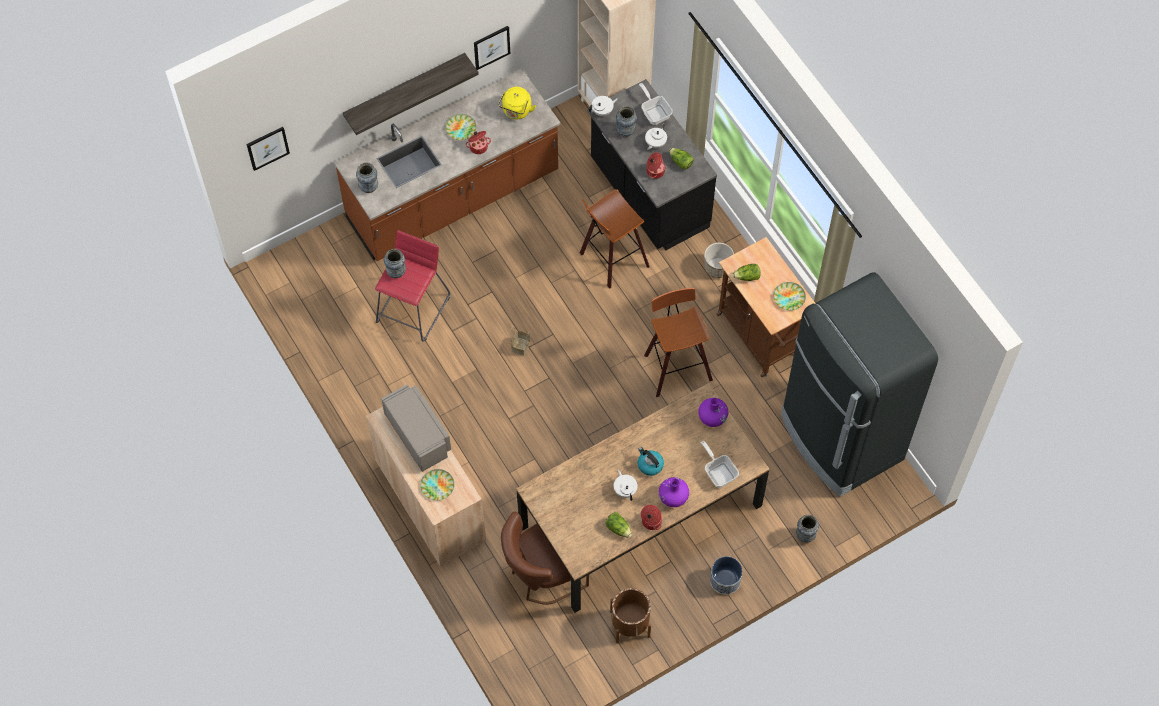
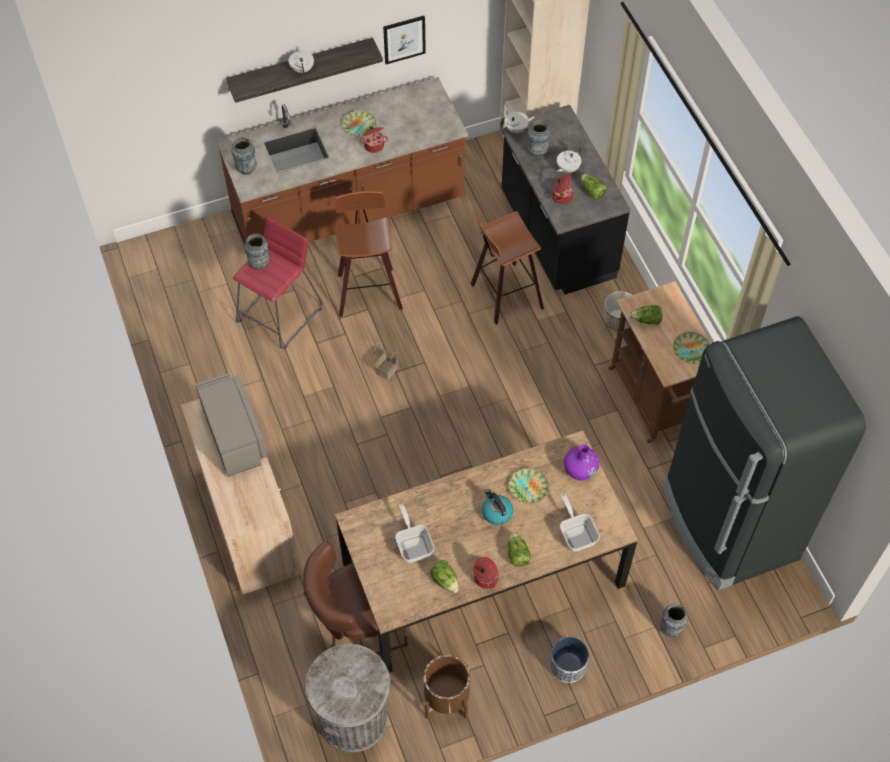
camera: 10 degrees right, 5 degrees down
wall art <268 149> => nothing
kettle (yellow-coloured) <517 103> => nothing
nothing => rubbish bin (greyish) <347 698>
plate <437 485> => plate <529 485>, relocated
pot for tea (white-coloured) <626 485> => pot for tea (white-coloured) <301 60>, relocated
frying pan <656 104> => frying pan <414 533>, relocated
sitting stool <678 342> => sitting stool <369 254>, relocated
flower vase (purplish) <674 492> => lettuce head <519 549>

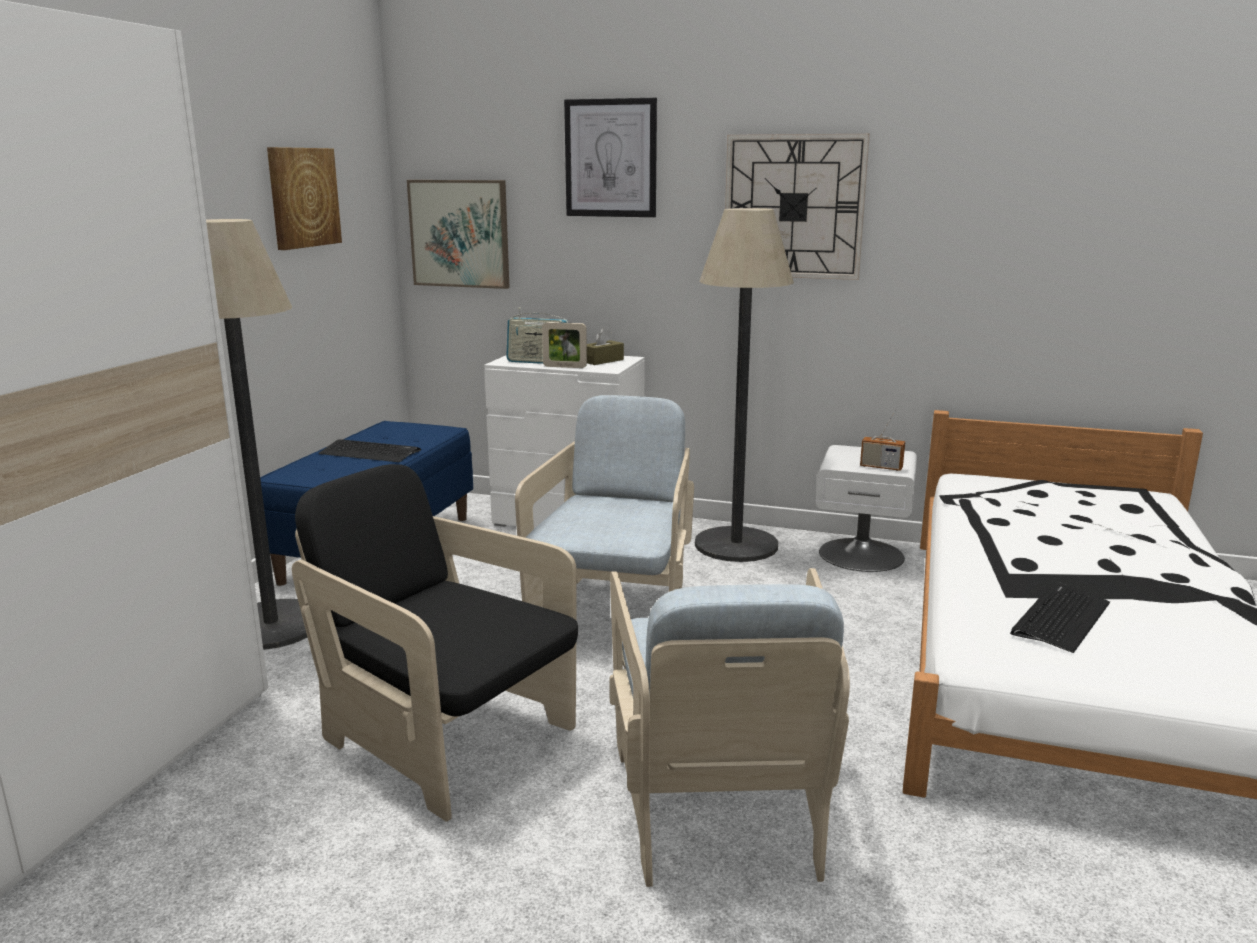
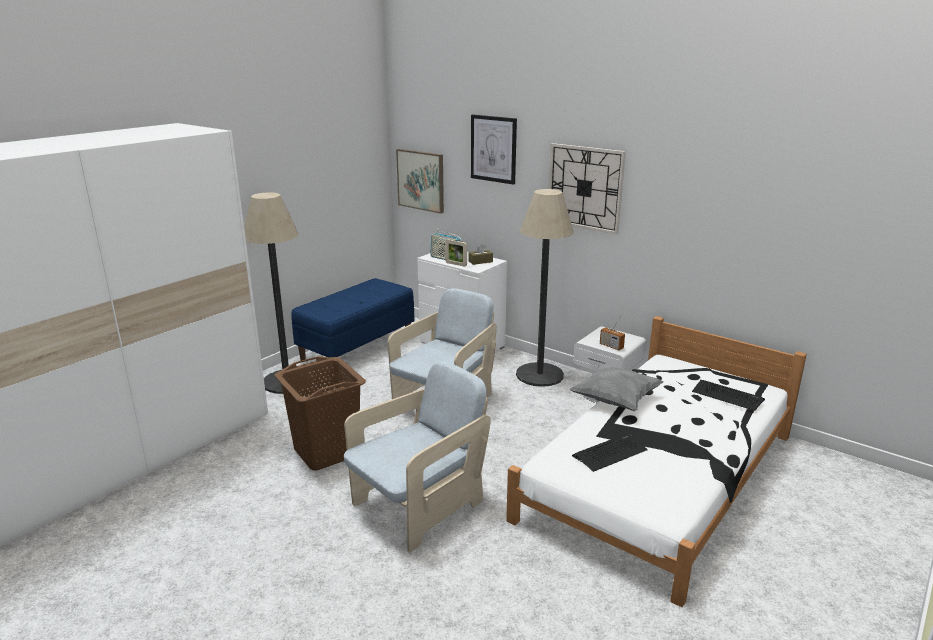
camera: 20 degrees right, 5 degrees up
wall art <304 198> => nothing
nothing => cushion (greyish) <616 387>
PC keyboard <370 450> => PC keyboard <728 395>, relocated
lounge chair (black-coloured) <435 643> => hamper (brownish) <320 413>
lounge chair (sand-coloured) <729 727> => lounge chair (sand-coloured) <417 457>, 150 degrees counterclockwise

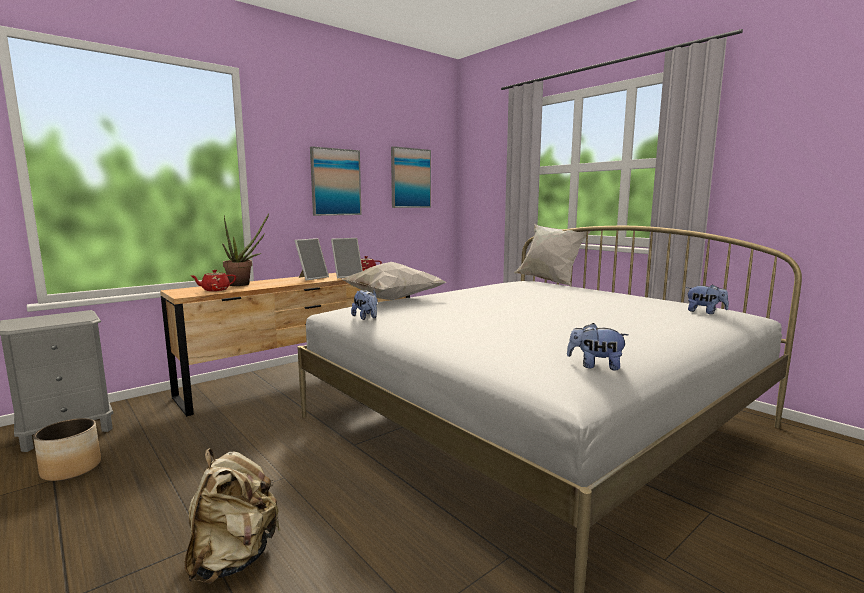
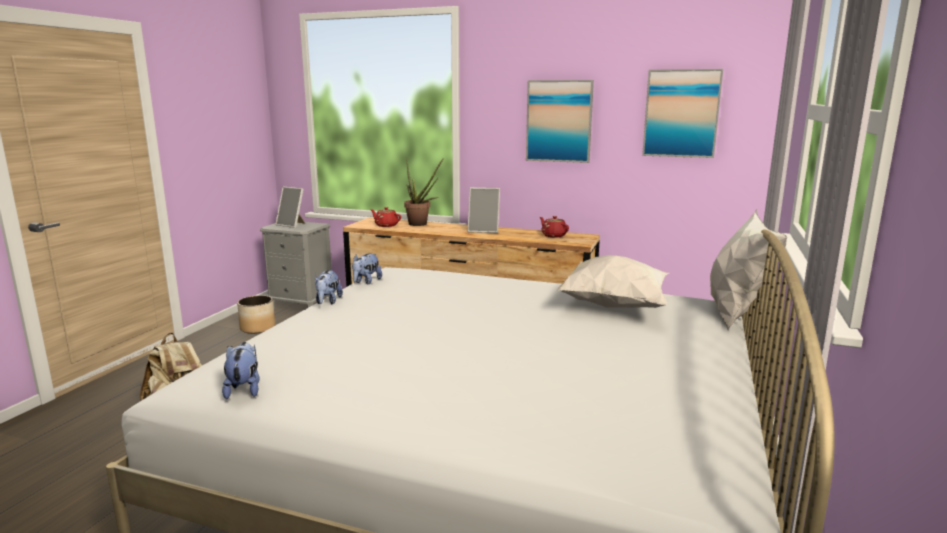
camera: 60 degrees right, 5 degrees up
picture frame <347 258> => picture frame <290 207>, relocated
cushion (white-coloured) <394 281> => cushion (white-coloured) <612 281>, relocated
plush toy <707 299> => plush toy <329 287>, relocated

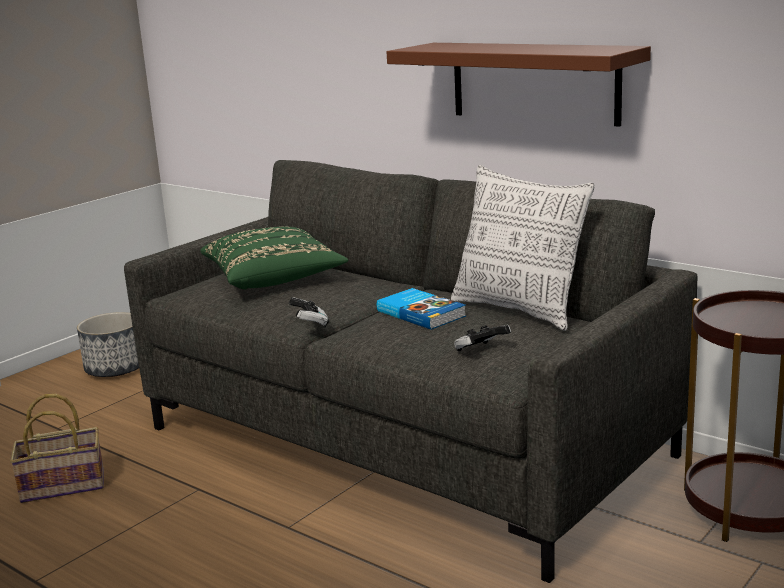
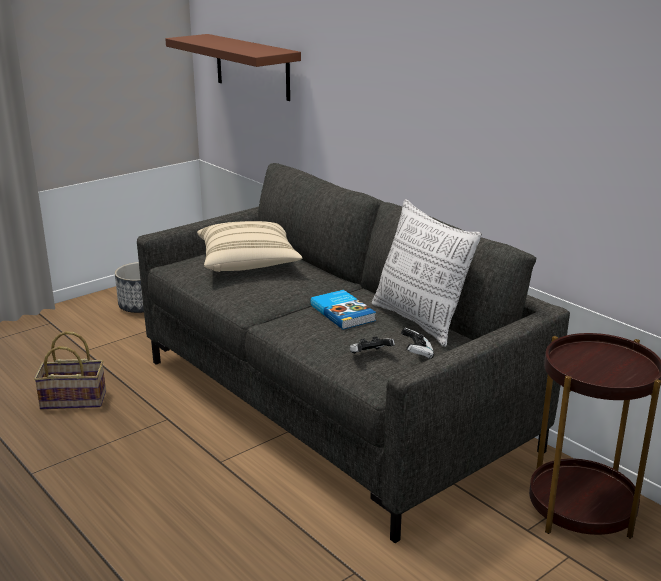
camera: 10 degrees right, 5 degrees up
game controller <309 312> => game controller <417 343>, relocated
wall shelf (brownish) <519 85> => wall shelf (brownish) <233 67>, relocated
cushion (greenish) <274 258> => cushion (sand-coloured) <249 246>

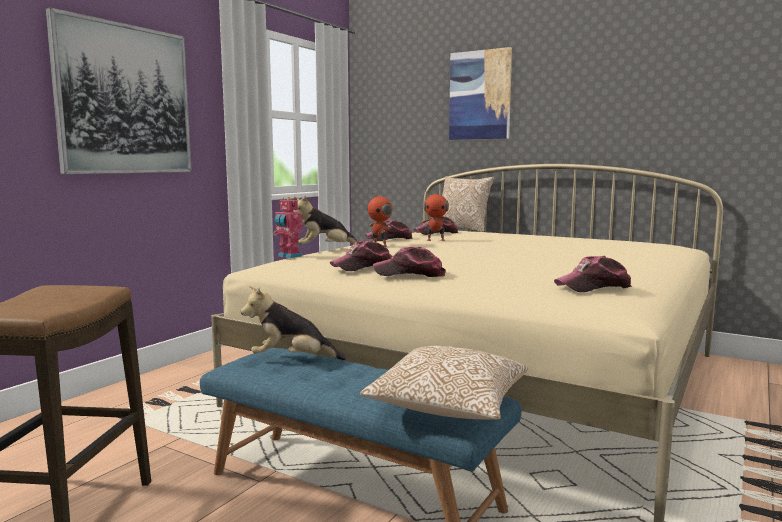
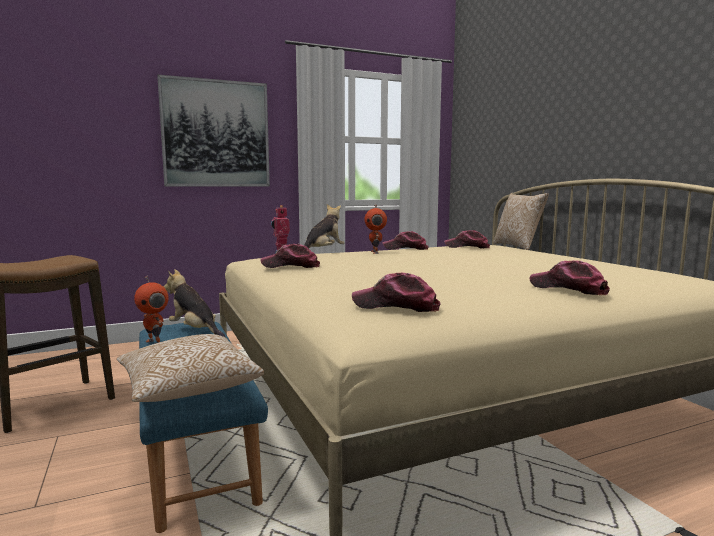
camera: 35 degrees right, 0 degrees up
wall art <480 93> => nothing
peaked cap <409 261> => peaked cap <570 278>, relocated
robot figure <436 216> => robot figure <151 309>, relocated
plush toy <325 220> => plush toy <324 226>, 105 degrees clockwise

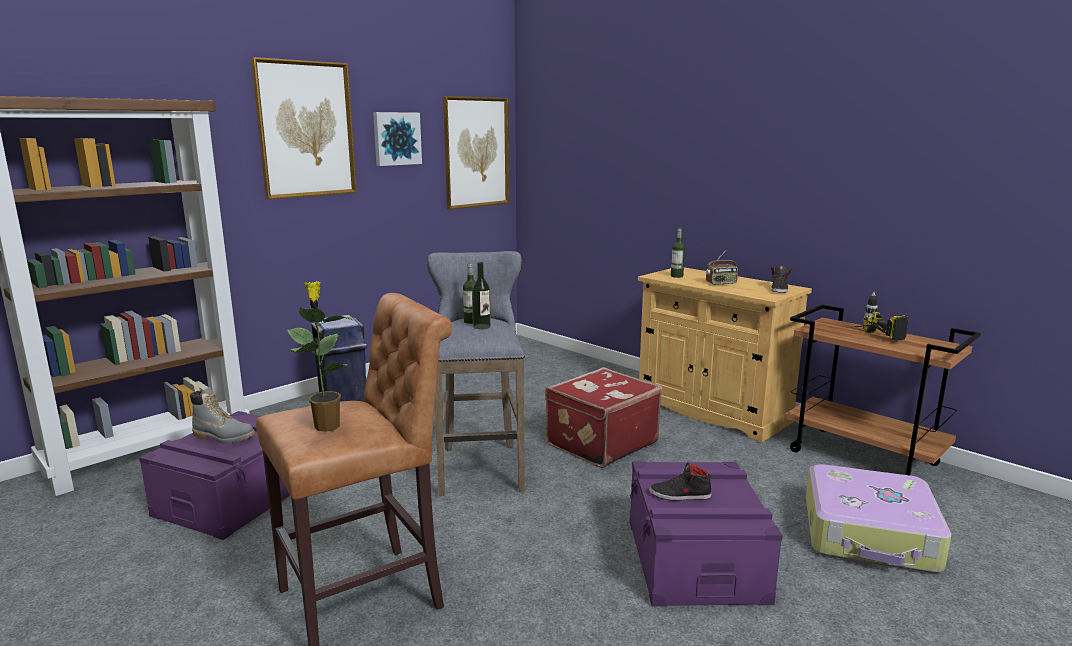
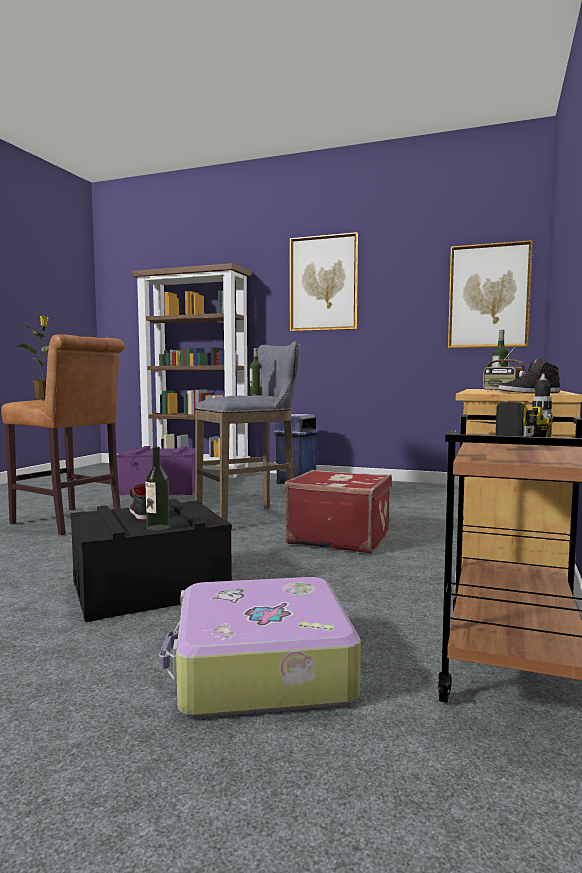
camera: 65 degrees right, 10 degrees down
tall boot (greyish) <222 415> => nothing
wall art <397 139> => nothing
bottle <481 295> => bottle <157 489>, relocated
storage bin (purplish) <706 534> => storage bin (black-coloured) <151 560>

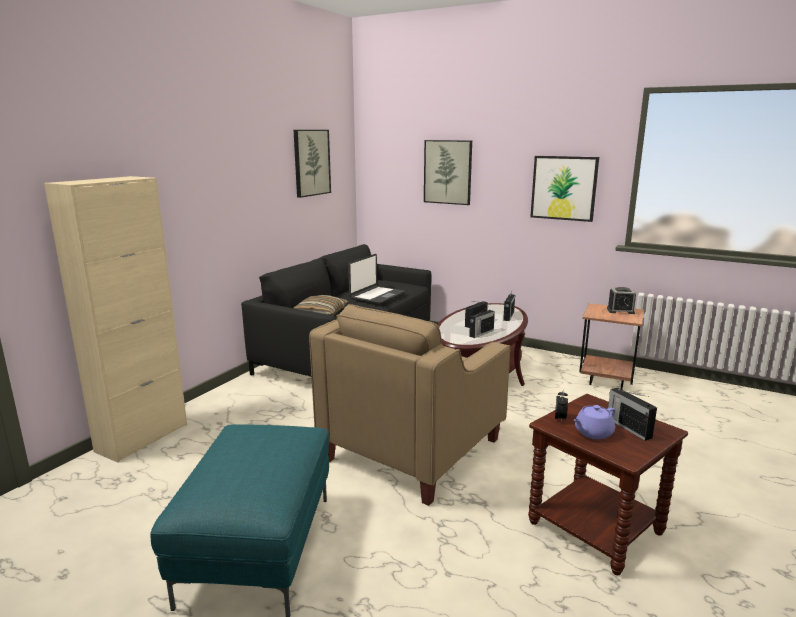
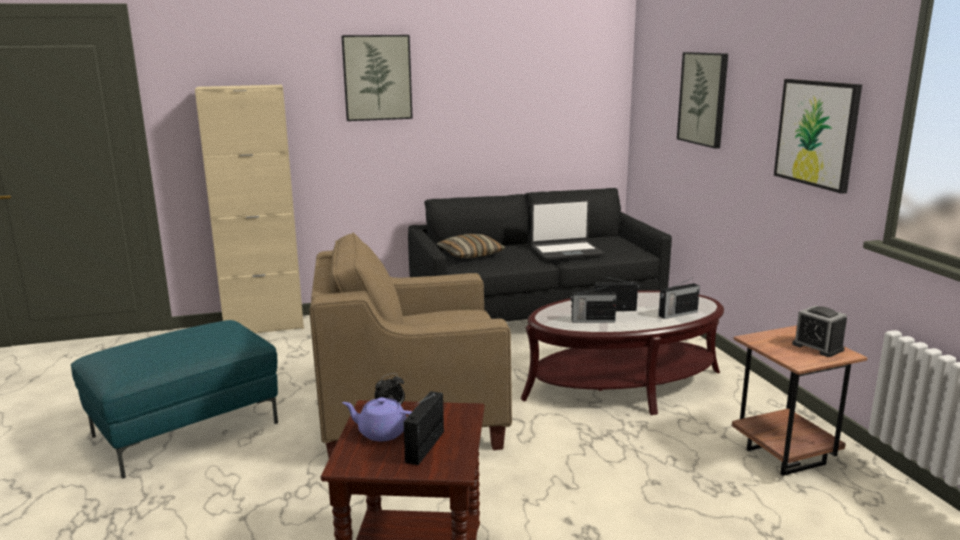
camera: 45 degrees right, 0 degrees up
wall art <312 164> => wall art <377 78>, relocated

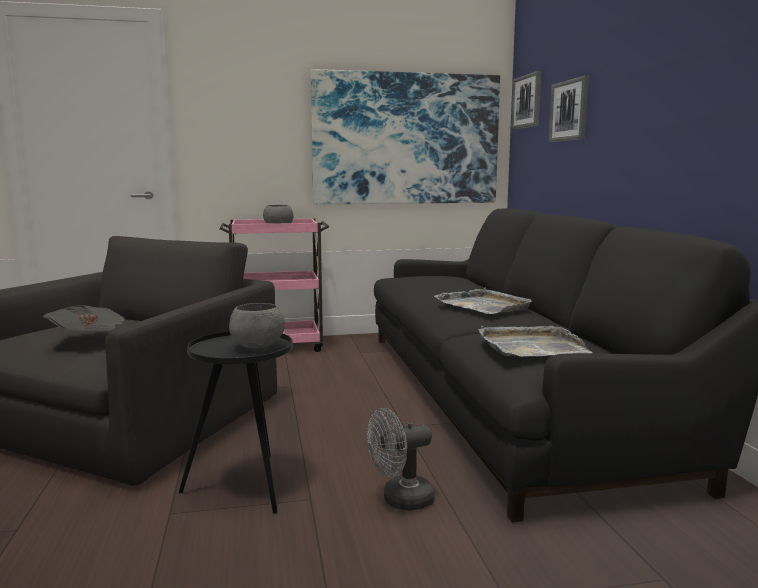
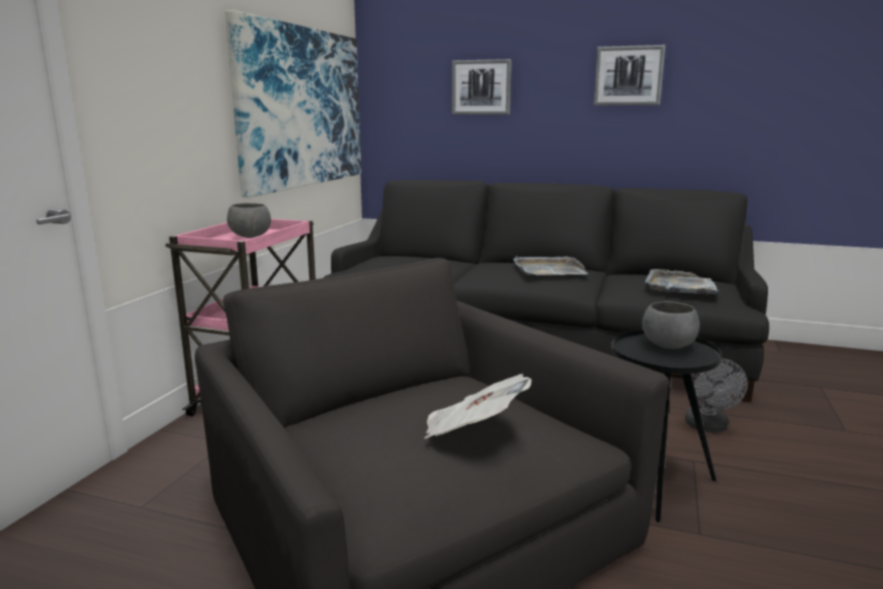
camera: 60 degrees left, 5 degrees up
wall art <526 100> => wall art <629 75>, relocated

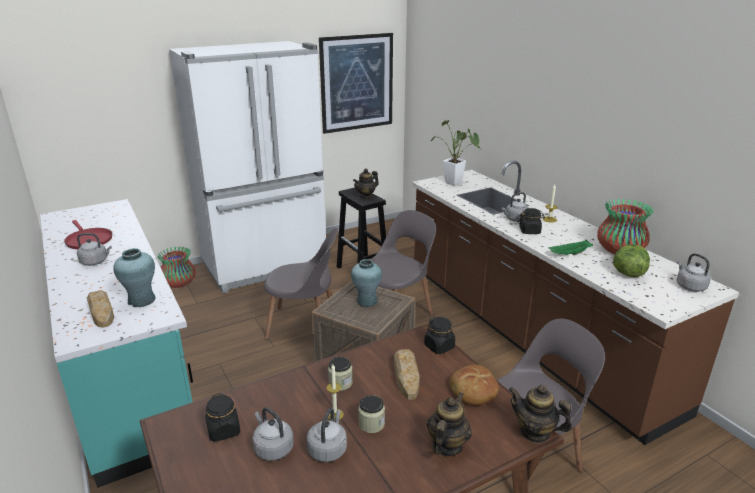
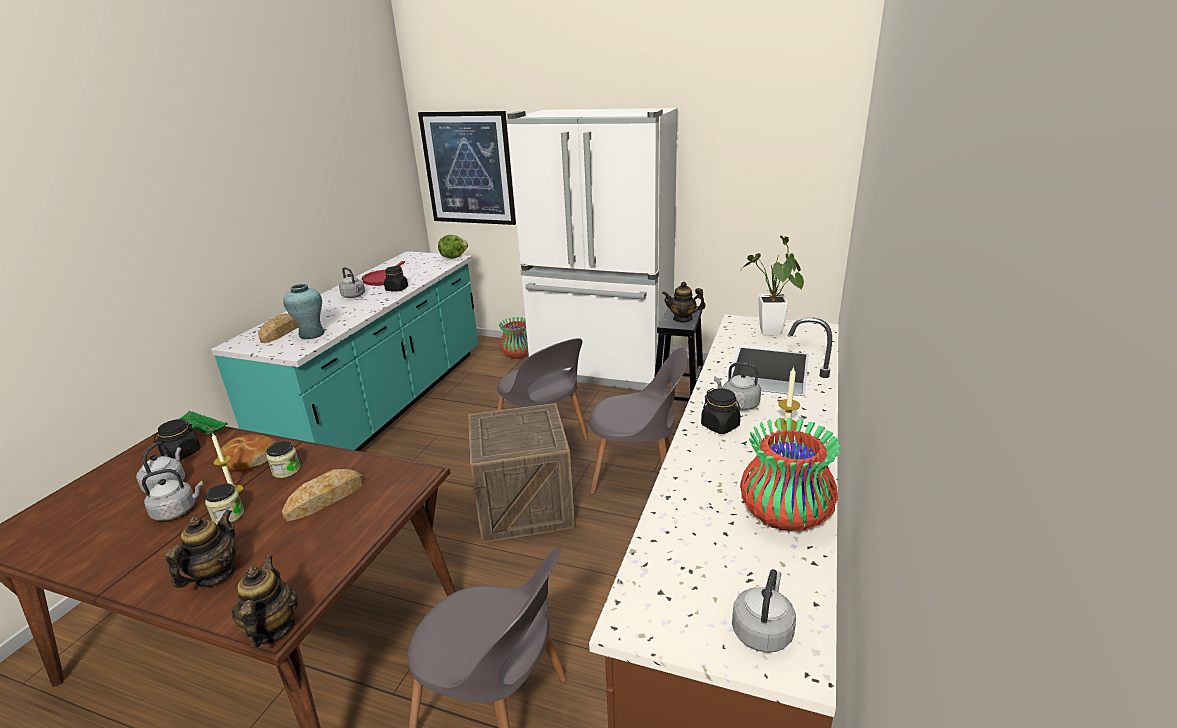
camera: 50 degrees right, 0 degrees up
flower vase (blue-green) <366 283> => nothing
wall art <356 83> => wall art <467 168>, relocated
storage jar (black-coloured) <439 335> => storage jar (black-coloured) <396 279>, relocated
bakery bread <474 385> => bakery bread <247 453>, relocated
carrying tray (greenish) <571 247> => carrying tray (greenish) <201 422>, relocated
lettuce head <631 261> => lettuce head <453 247>, relocated
pot for tea <449 424> => pot for tea <201 548>, 60 degrees counterclockwise

